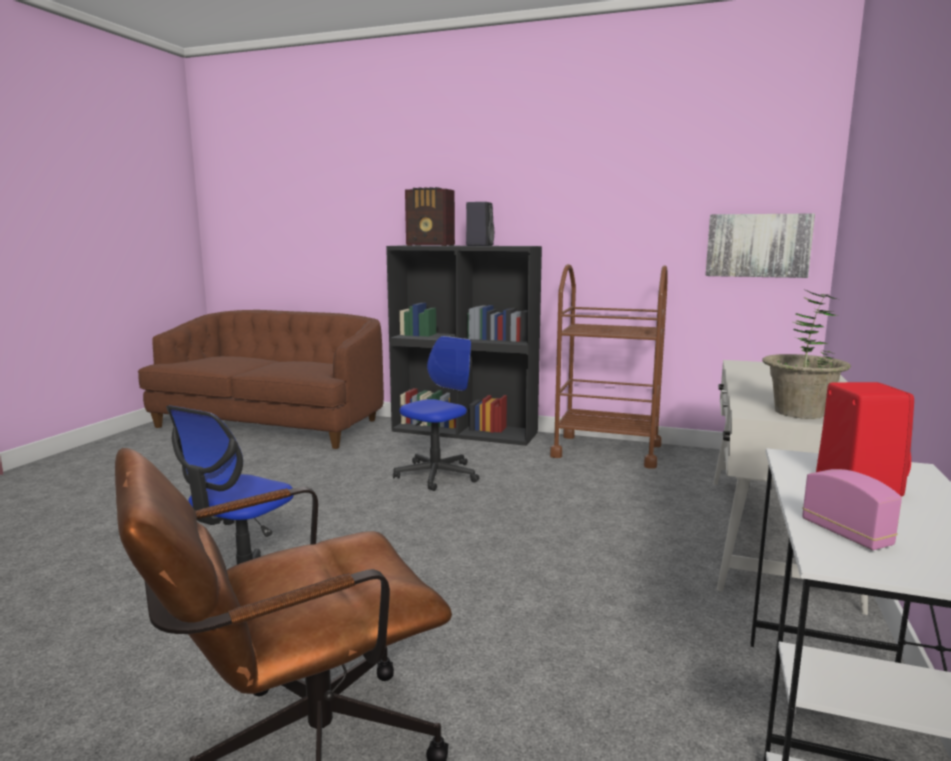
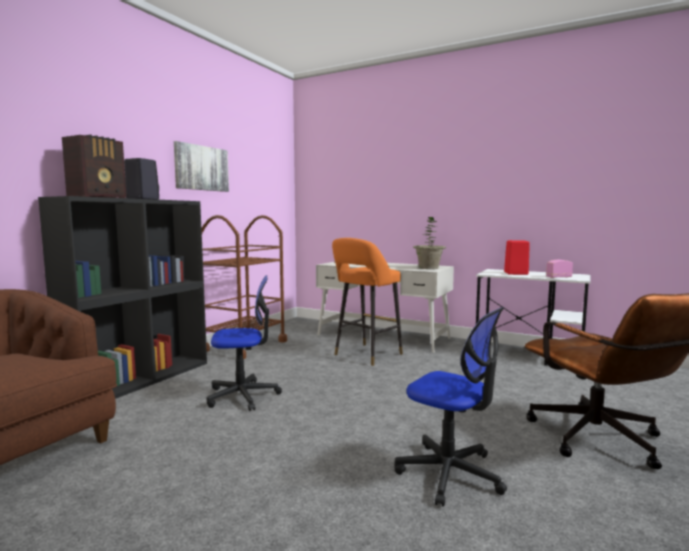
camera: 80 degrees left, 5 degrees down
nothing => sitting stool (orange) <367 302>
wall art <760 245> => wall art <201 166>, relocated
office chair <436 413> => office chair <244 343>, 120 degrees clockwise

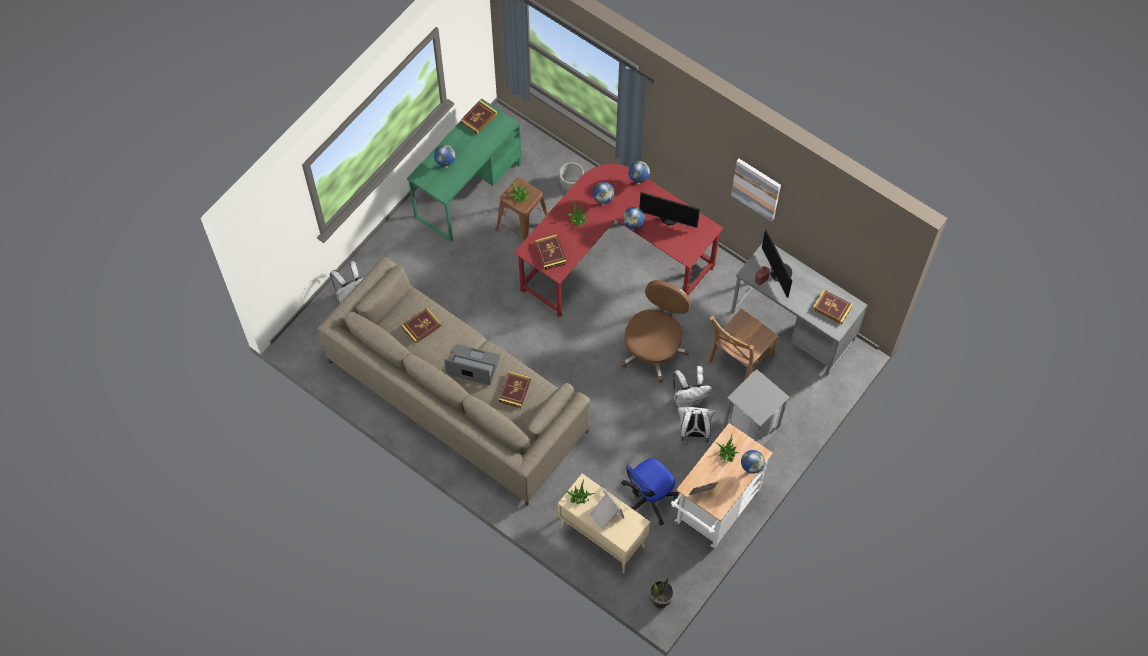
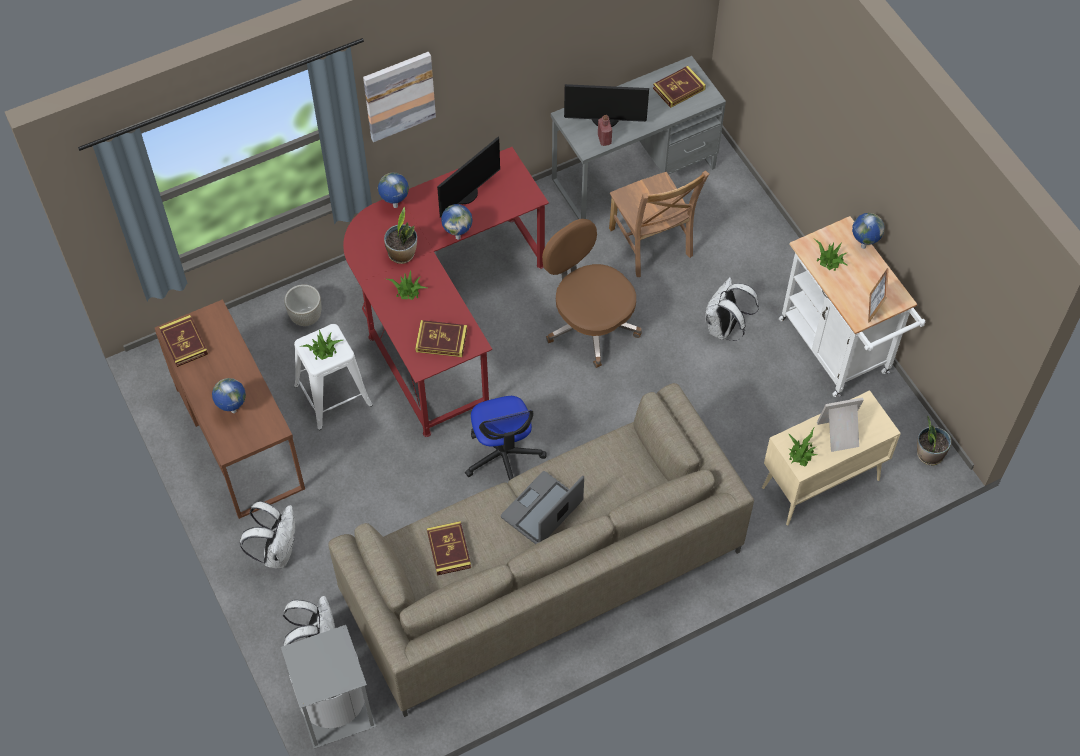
camera: 65 degrees left, 5 degrees down
volume <515 389> => nothing
office chair <650 491> => office chair <506 438>, relocated
backpack (white-coloured) <692 386> => backpack (white-coloured) <267 534>, relocated
rubbish bin (greyish) <755 407> => rubbish bin (greyish) <328 687>, relocated
wall art <756 190> => wall art <399 97>, relocated
globe <604 193> => plant in a pot <400 235>
desk table (greenish) <464 170> => desk table (brownish) <230 409>
sitting stool (brownish) <521 209> => sitting stool (white-coloured) <333 377>

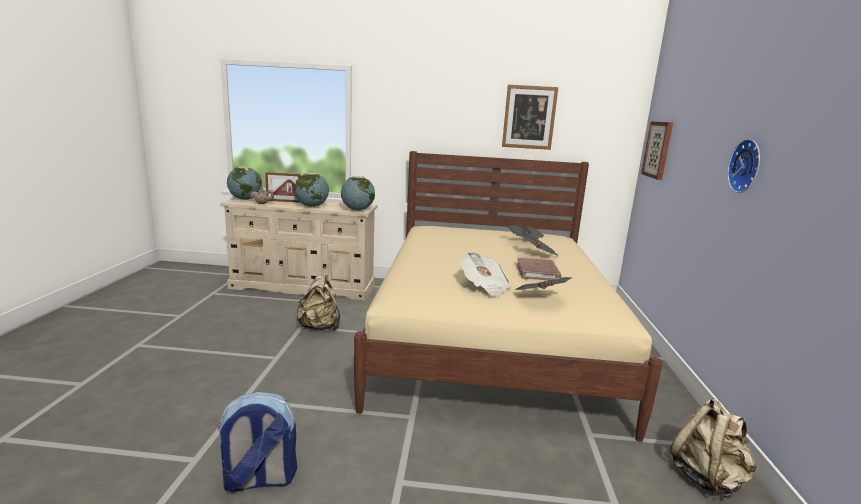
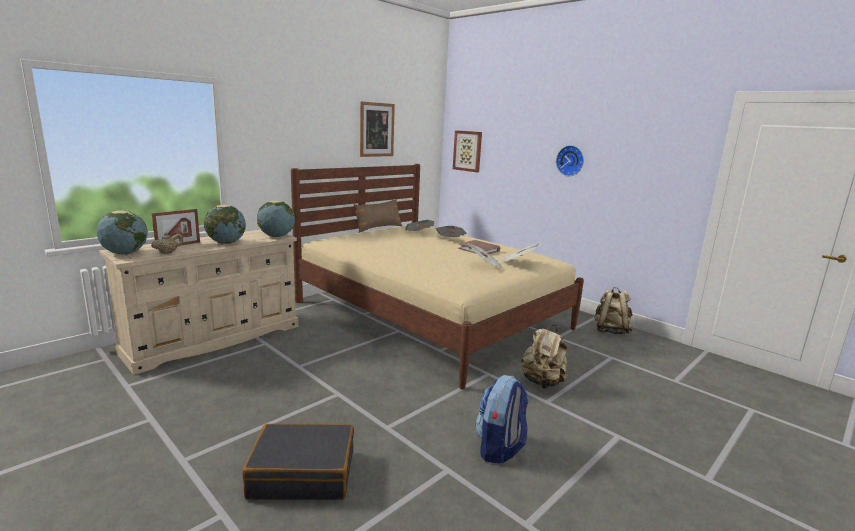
camera: 50 degrees left, 0 degrees up
nothing => travel case (black-coloured) <298 462>
nothing => cushion (brownish) <378 216>
backpack (sand-coloured) <318 303> => backpack (sand-coloured) <544 357>, relocated

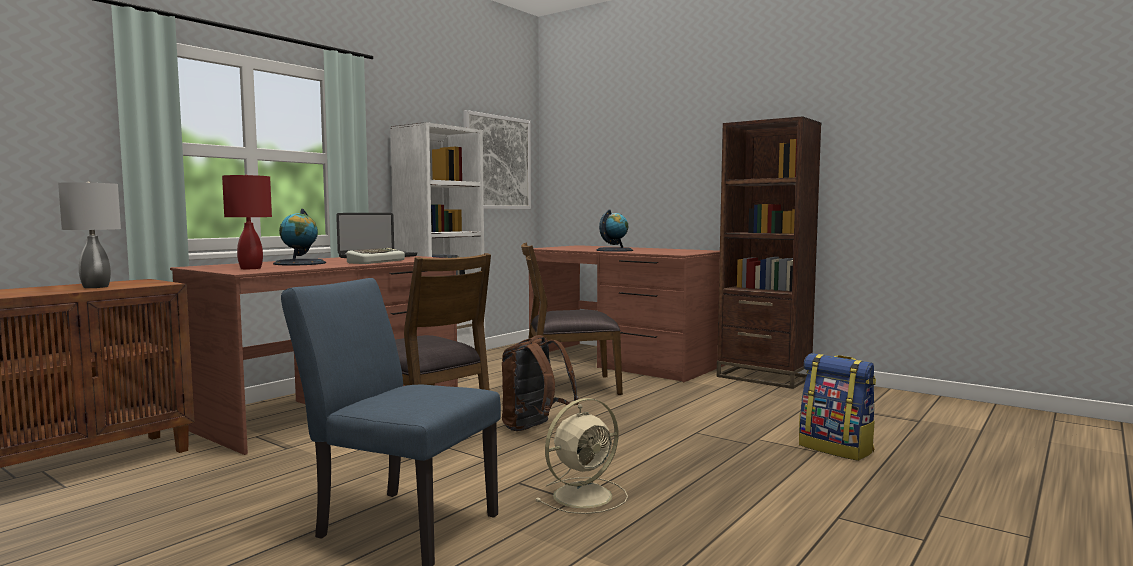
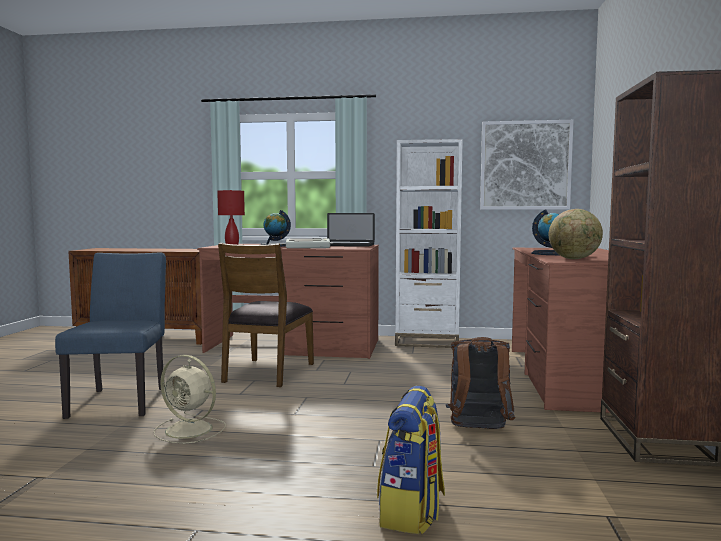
camera: 60 degrees right, 0 degrees up
lamp for a table (greyish) <89 235> => nothing
chair (brownish) <572 318> => nothing
nothing => globe <576 234>
backpack (brownish) <540 383> => backpack (brownish) <480 383>, relocated

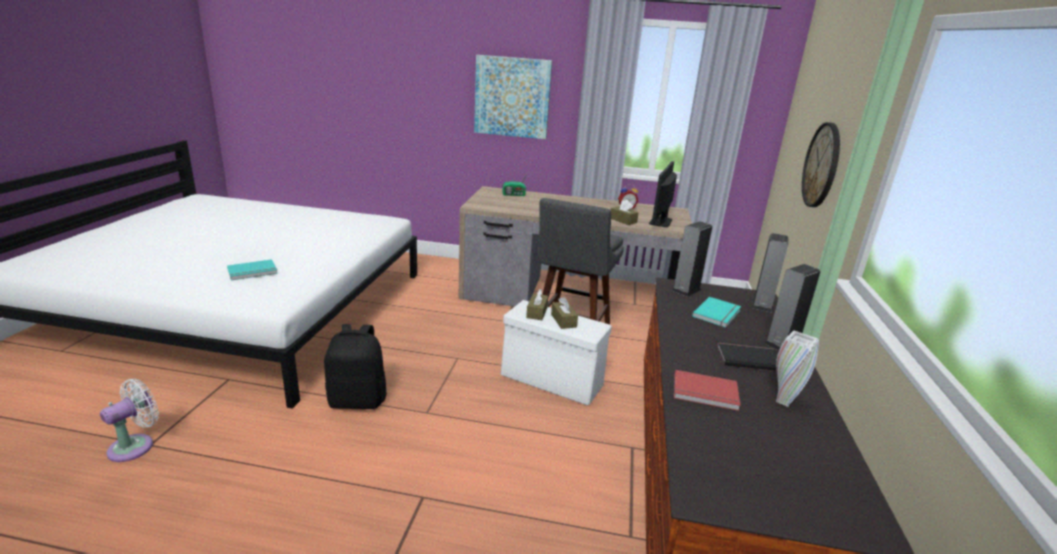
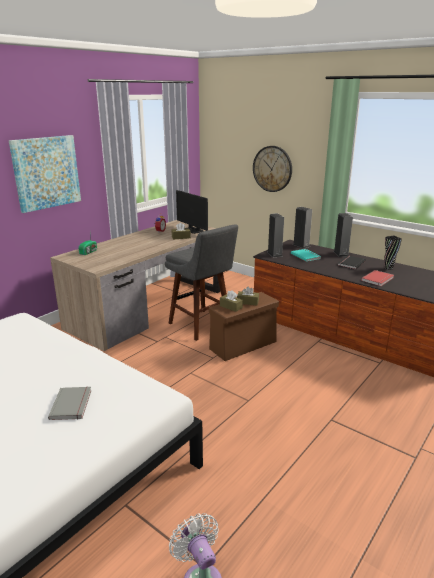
camera: 60 degrees left, 0 degrees up
backpack (black-coloured) <355 366> => nothing
volume (blue-green) <252 269> => volume (greyish) <69 403>
storage bin (white-coloured) <556 353> => storage bin (brownish) <244 326>
flower vase (white-coloured) <797 369> => flower vase (black-coloured) <393 253>

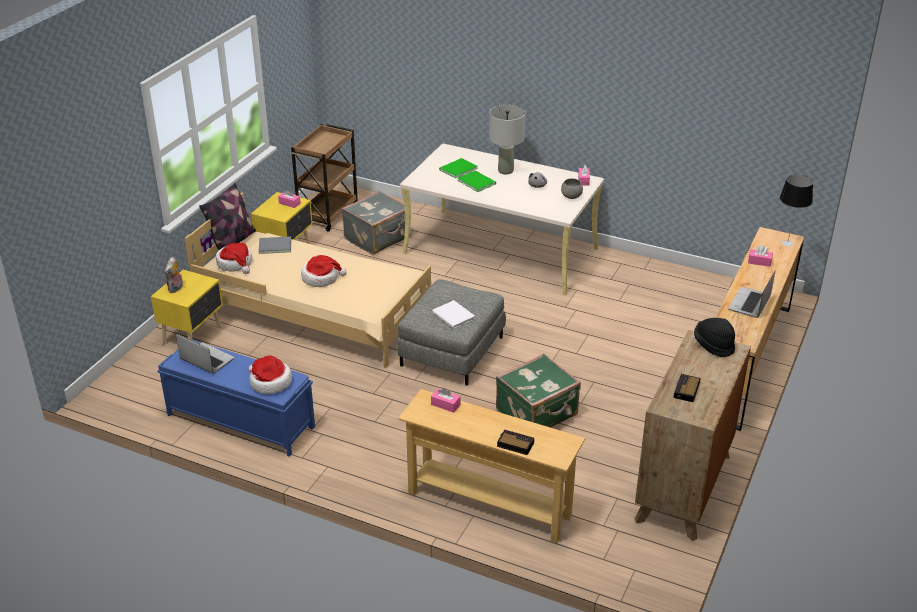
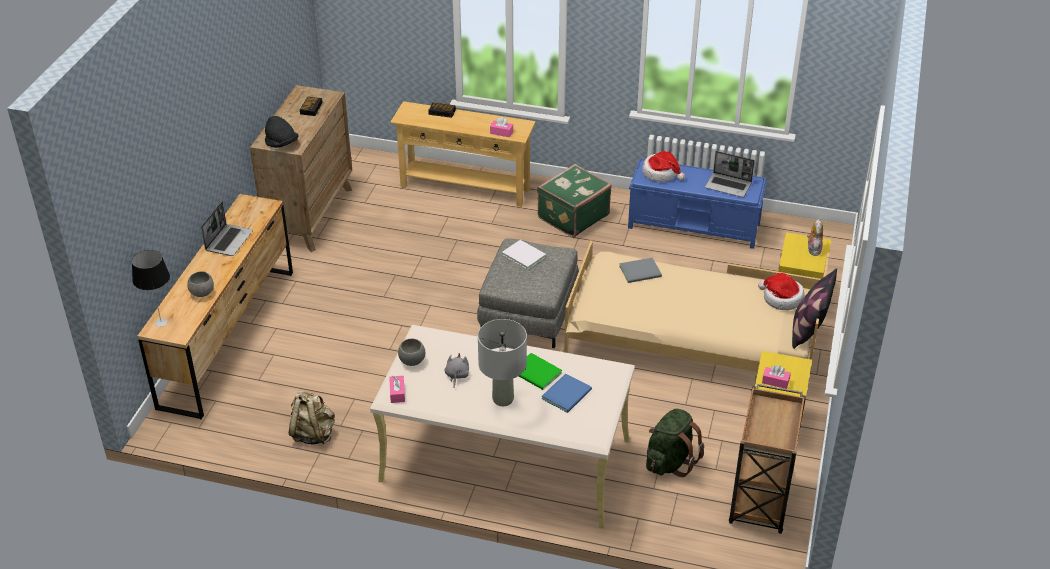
camera: 170 degrees right, 5 degrees up
hat <324 271> => nothing
nothing => backpack (sand-coloured) <312 417>
volume (greyish) <275 245> => volume (greyish) <640 270>, relocated
travel case (greenish) <538 390> => travel case (greenish) <574 200>, relocated
travel case (greyish) <376 223> => backpack (greenish) <675 442>
tissue holder (pink-coloured) <760 256> => serving bowl (greyish) <200 284>
volume (greenish) <458 168> => volume (bluish) <567 393>

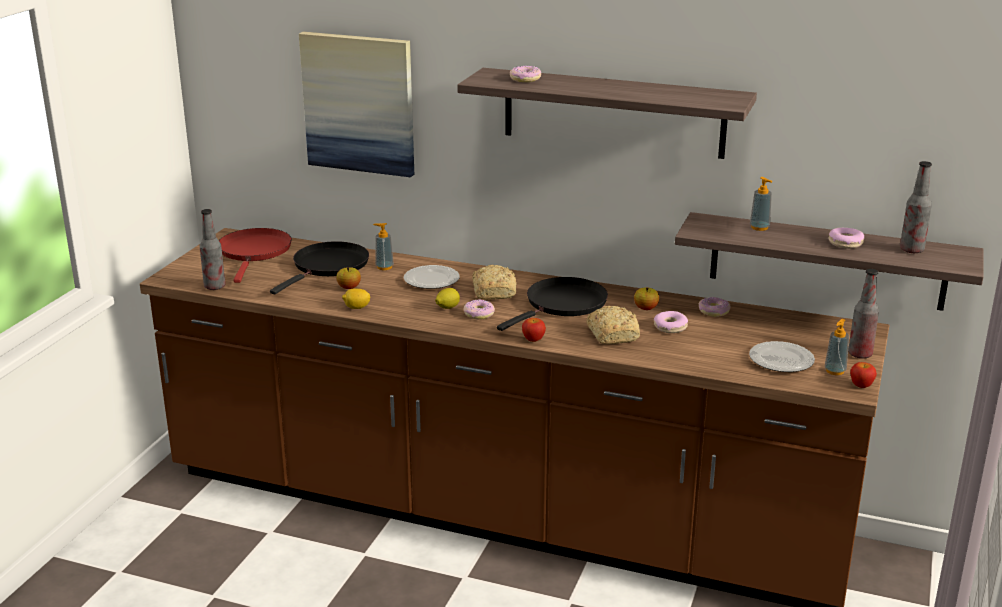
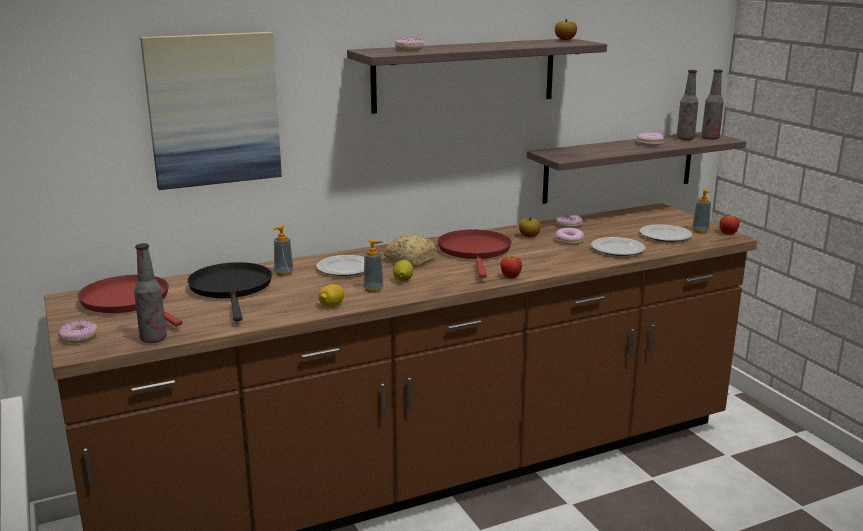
camera: 45 degrees left, 5 degrees down
bakery bread <613 325> => nothing
nothing => plate <618 246>
apple fruit <348 278> => apple fruit <566 29>, relocated
donut <479 309> => donut <78 332>, relocated
soap dispenser <761 204> => soap dispenser <374 266>, relocated
bottle <863 314> => bottle <712 104>, relocated
frying pan (black-coloured) <552 304> => frying pan (red-coloured) <475 253>

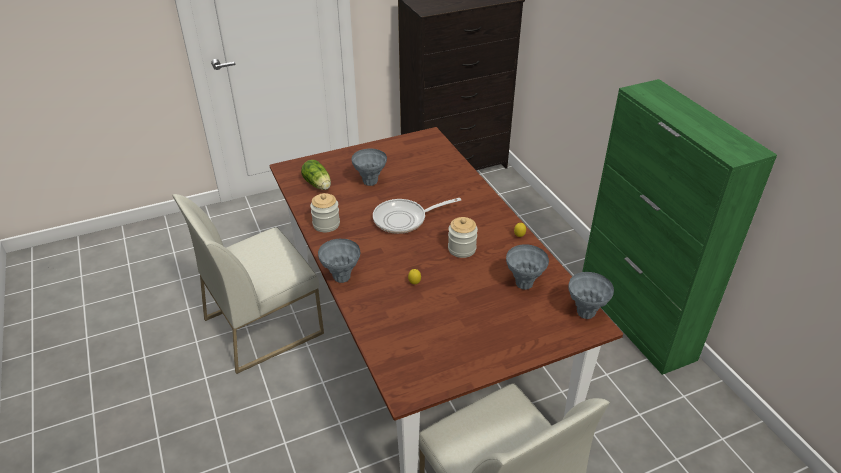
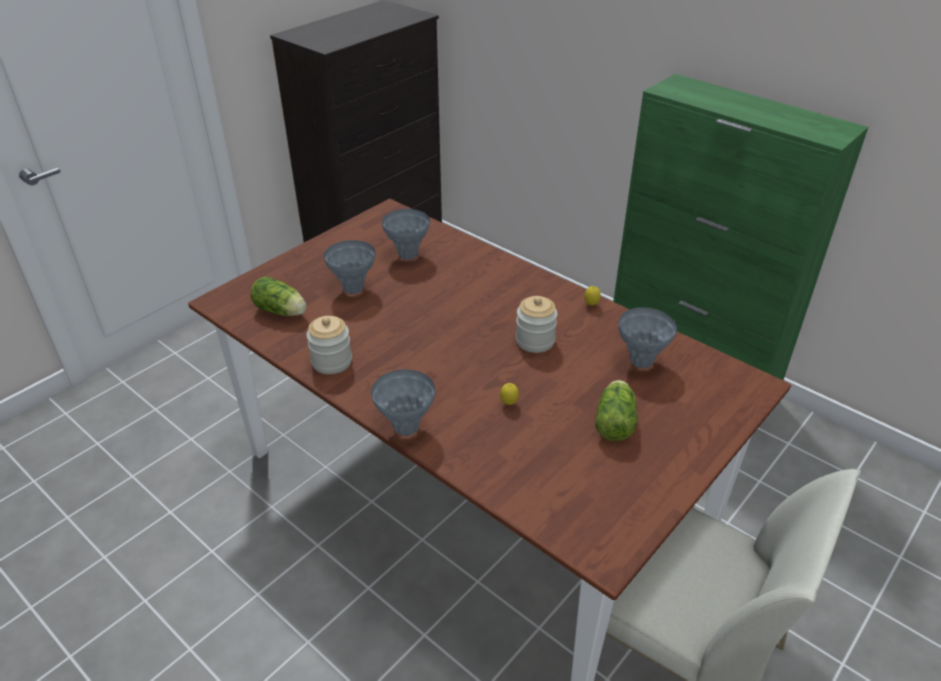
camera: 25 degrees left, 0 degrees up
chair (white-coloured) <248 284> => nothing
frying pan <417 216> => nothing
nothing => lettuce head <616 410>
flower vase (greyish) <591 295> => flower vase (greyish) <406 234>, relocated

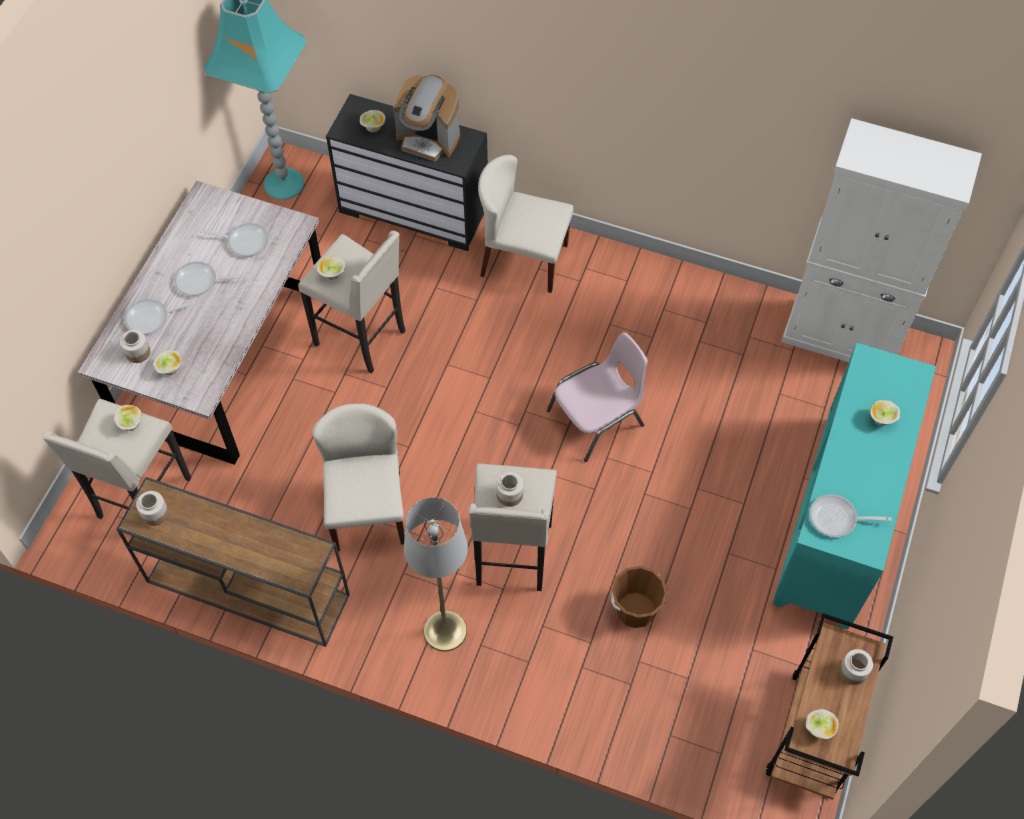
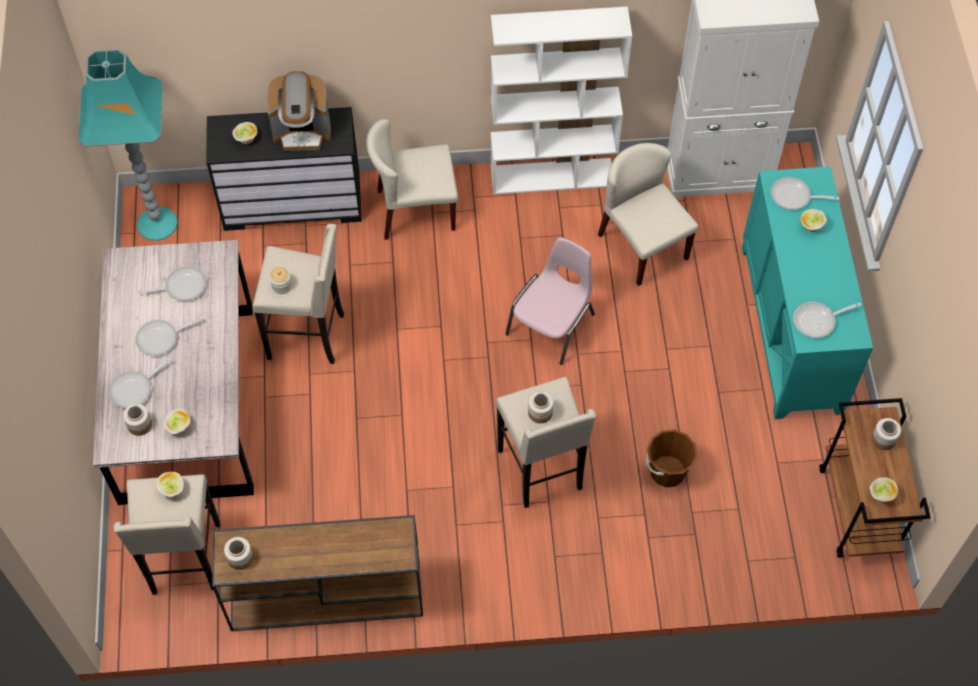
camera: 25 degrees left, 0 degrees up
standing lamp (greyish) <436 574> => nothing
nothing => bookshelf (white-coloured) <561 101>
nothing => frying pan <805 193>
chair (sand-coloured) <358 477> => chair (sand-coloured) <648 214>, relocated
serving bowl <331 268> => storage jar <281 280>

